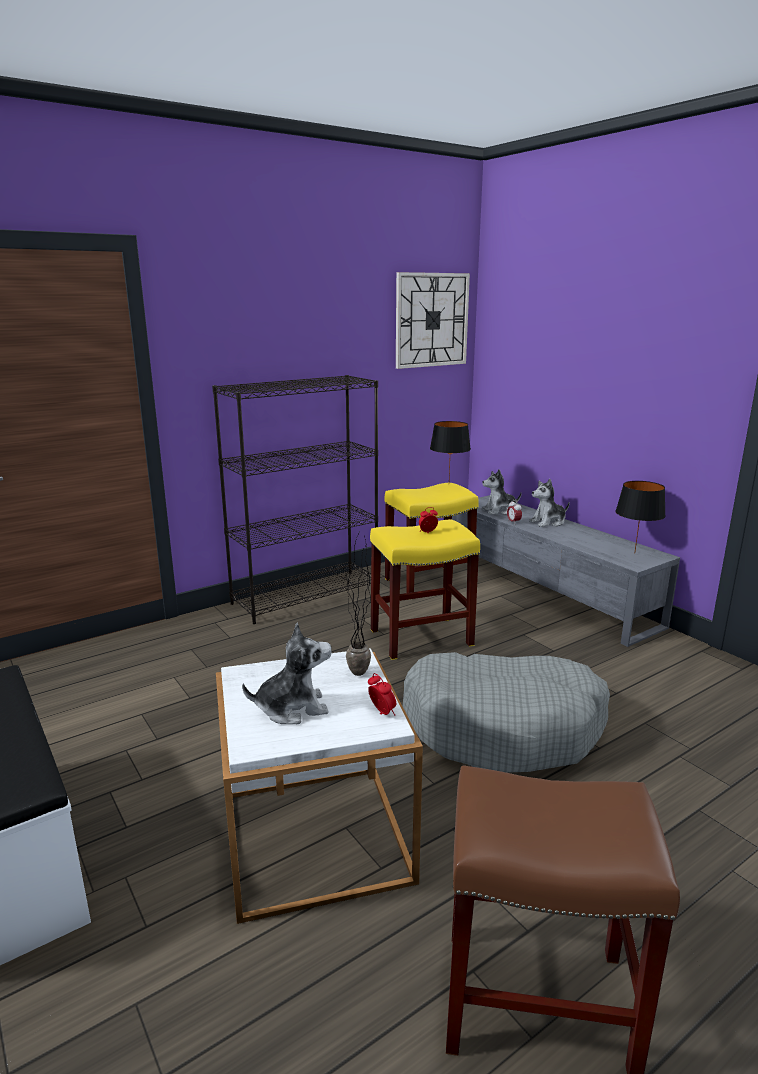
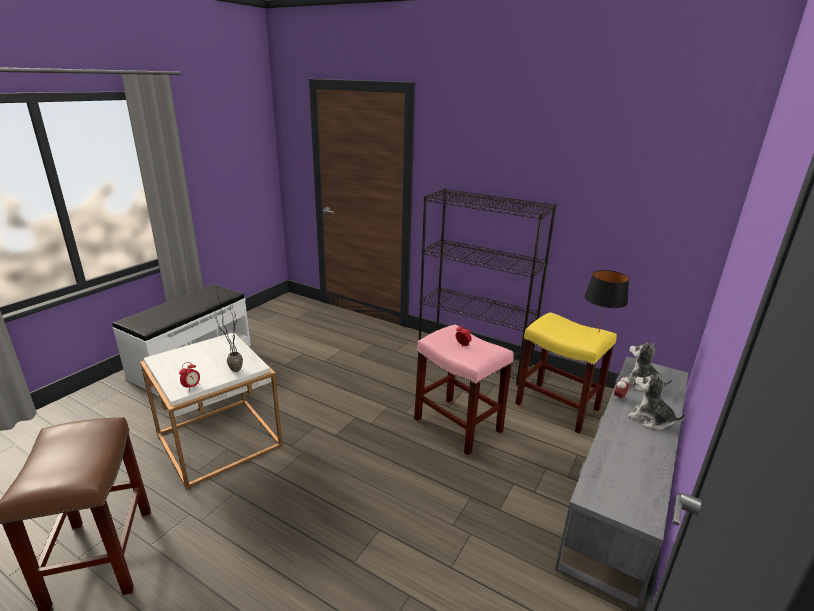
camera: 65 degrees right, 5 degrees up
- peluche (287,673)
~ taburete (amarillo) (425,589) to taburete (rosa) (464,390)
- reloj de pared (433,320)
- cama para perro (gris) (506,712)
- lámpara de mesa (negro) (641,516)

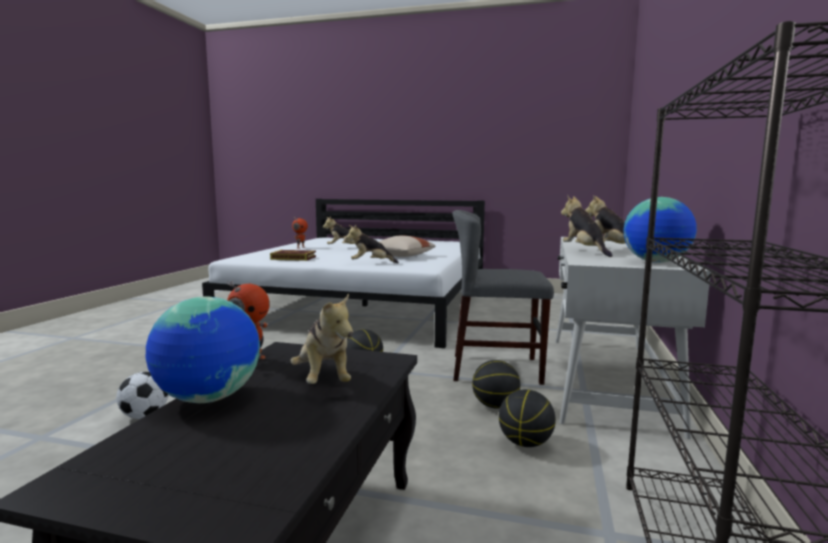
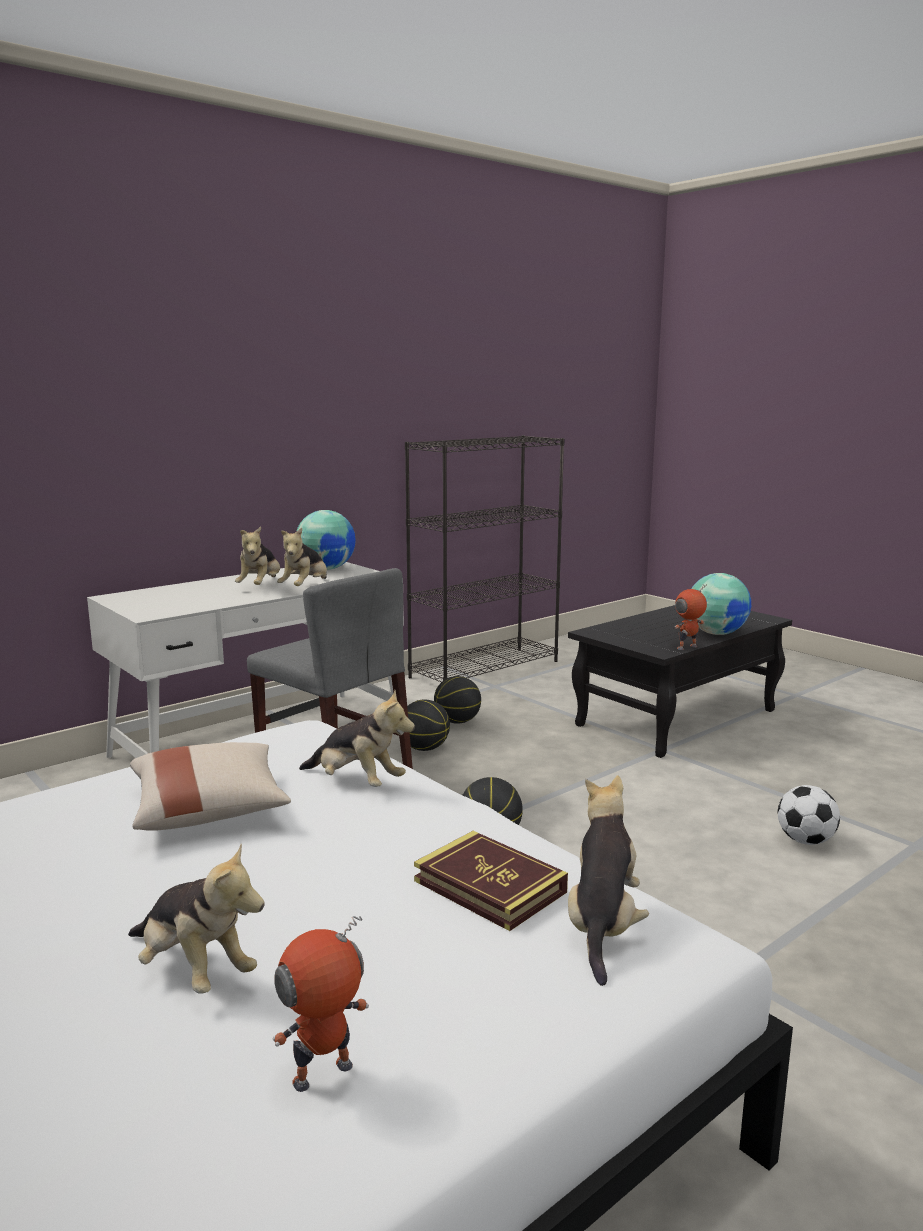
camera: 145 degrees left, 5 degrees up
~ peluche (321,338) to (608,880)

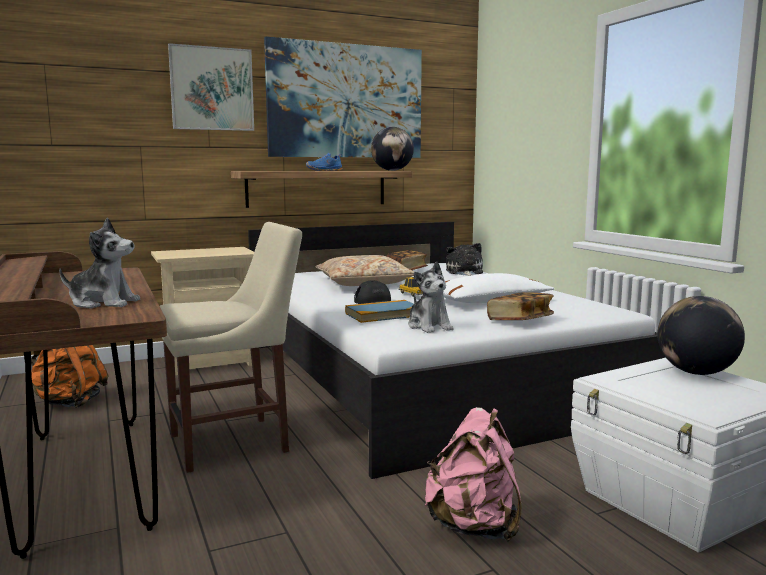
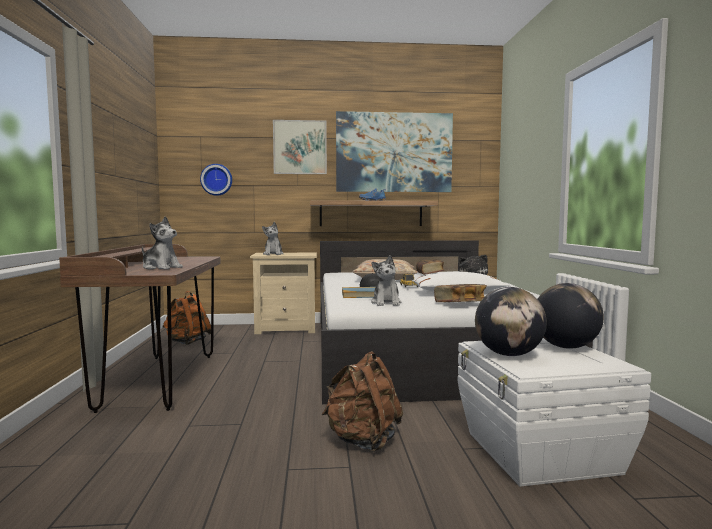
camera: 20 degrees right, 5 degrees down
- silla (beis) (231,347)
~ globo terráqueo (392,149) to (511,321)
~ mochila (rosa) (473,474) to mochila (marrón) (362,401)
+ reloj de pared (216,180)
+ peluche (273,238)

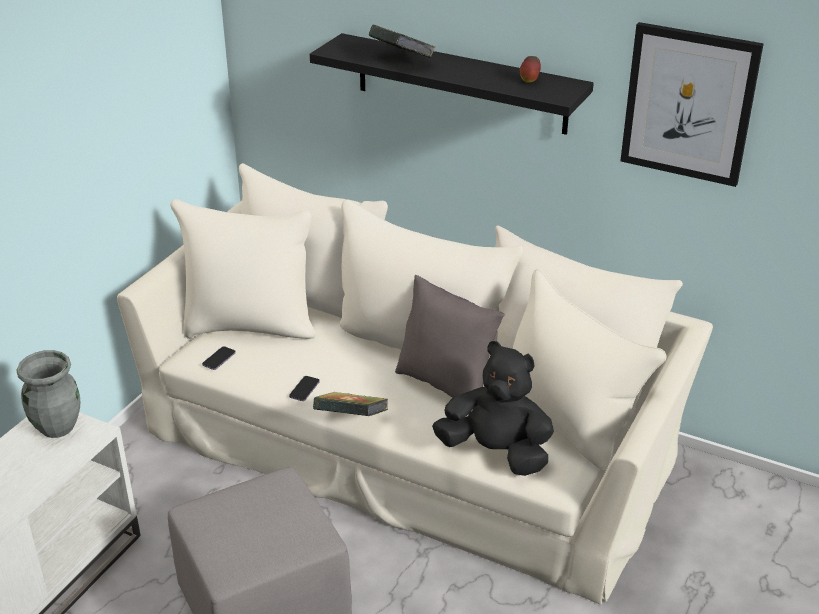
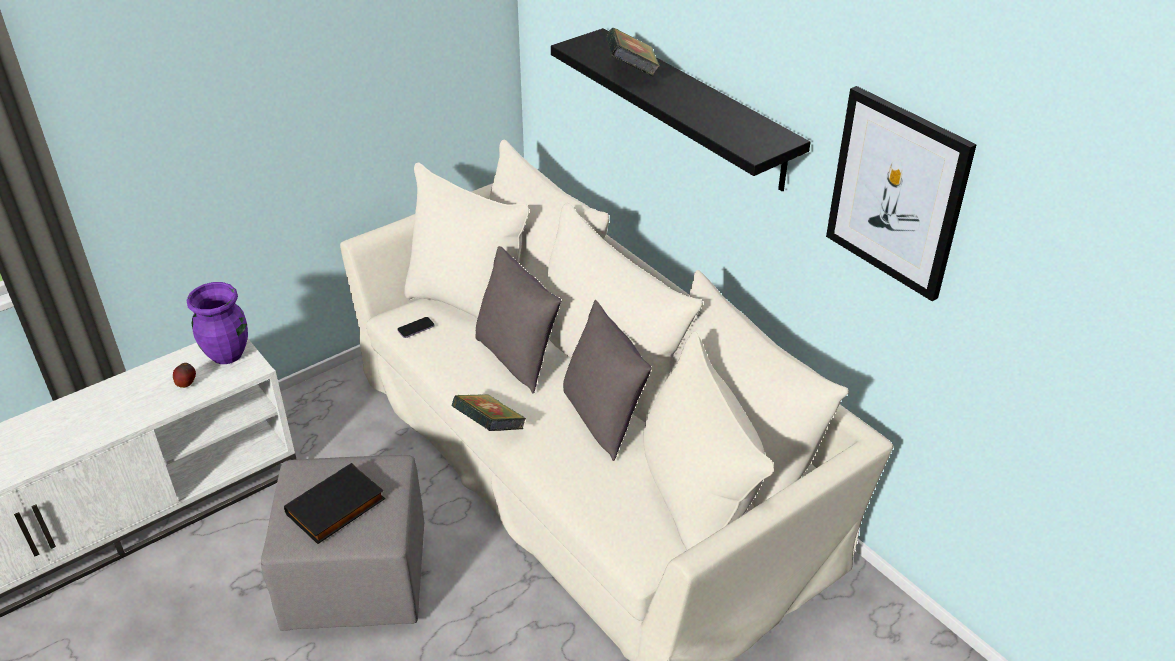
camera: 25 degrees right, 5 degrees up
~ florero (gris) (48,394) to florero (morado) (217,323)
- móvil (304,388)
- peluche (negro) (493,408)
~ manzana (530,69) to (184,375)
+ libro (negro) (334,503)
+ cojín (gris) (519,320)

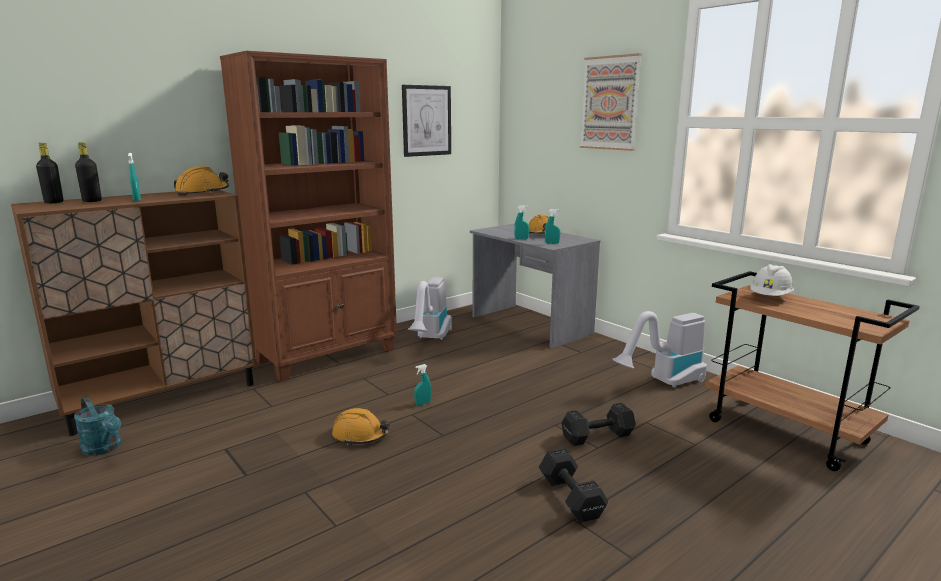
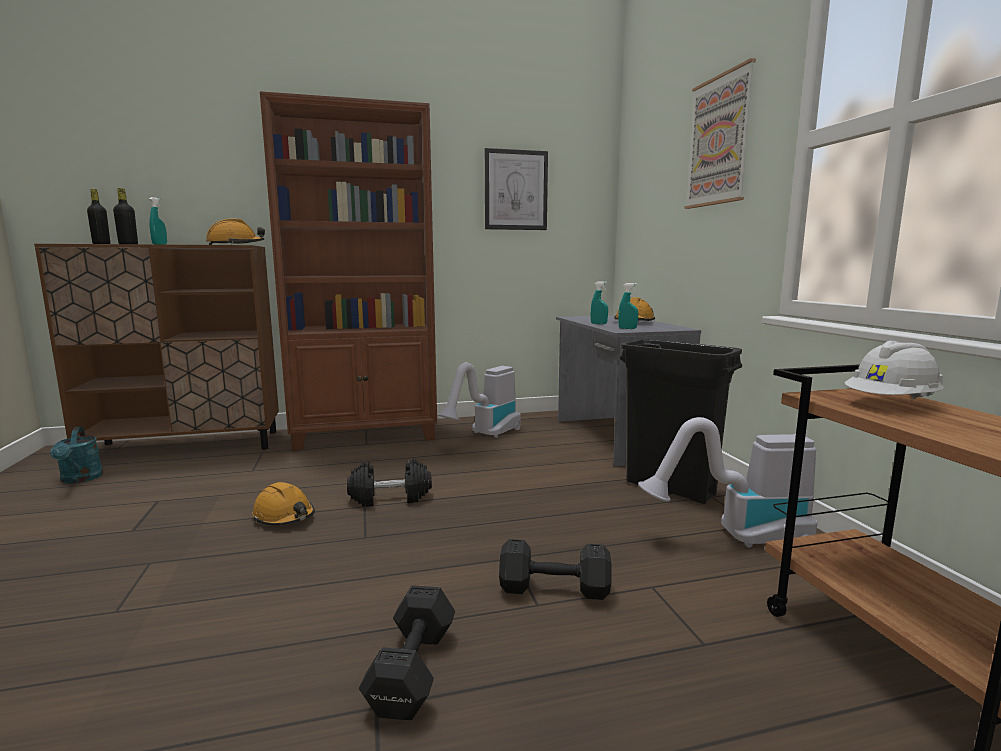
camera: 25 degrees right, 5 degrees down
~ pulverizador (turquesa) (422,385) to mancuerna (negro) (389,483)
+ papelera (negro) (681,421)

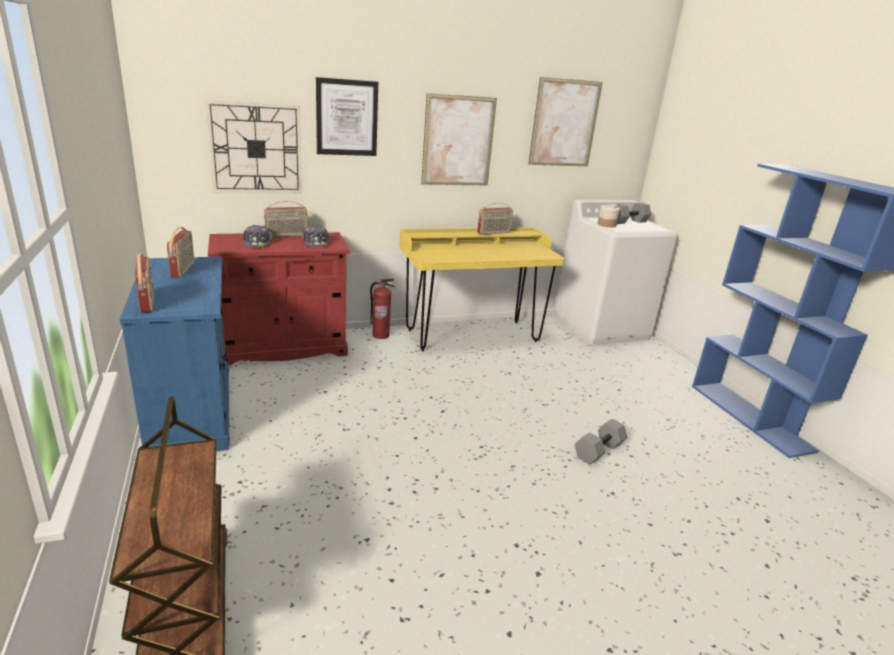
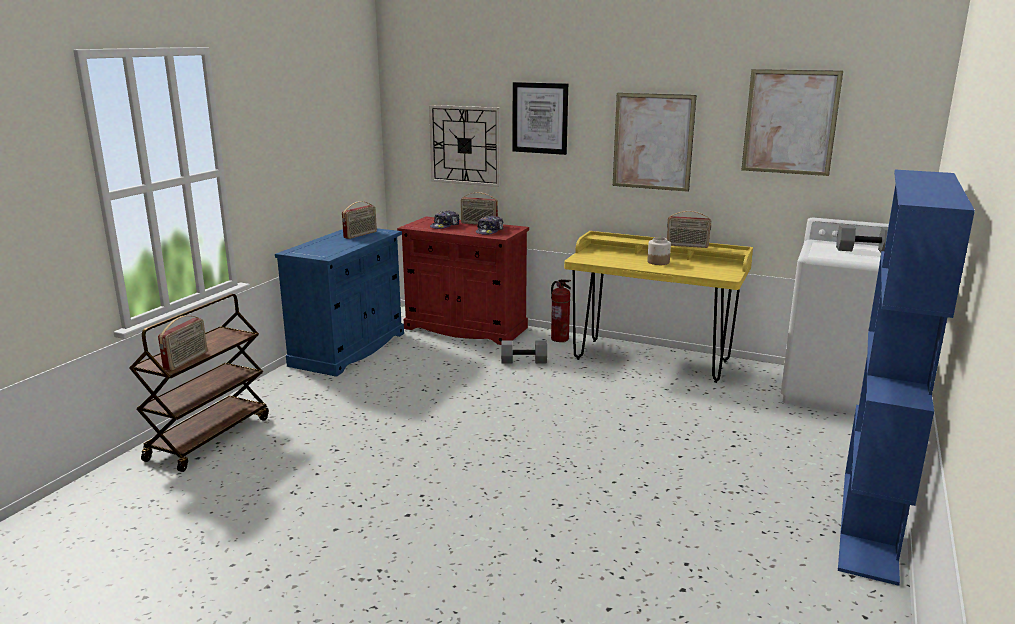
camera: 45 degrees right, 5 degrees down
~ radio (144,283) to (182,342)
~ mancuerna (gris) (601,442) to (524,352)
~ tarro (609,215) to (659,251)

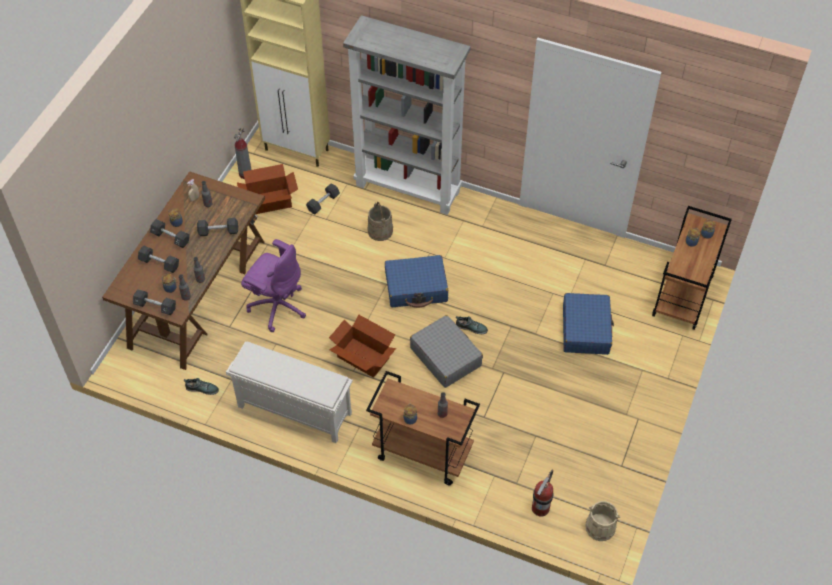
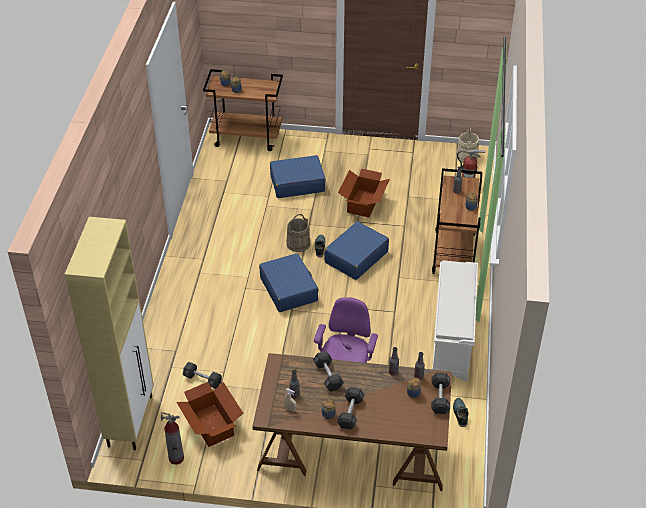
camera: 105 degrees left, 10 degrees down
- mancuerna (negro) (158,259)
~ caja de cartón (362,346) to (364,192)
- estantería (gris) (406,115)
~ cubo (beis) (380,221) to (298,233)
~ maleta (gris) (446,351) to maleta (azul) (356,250)

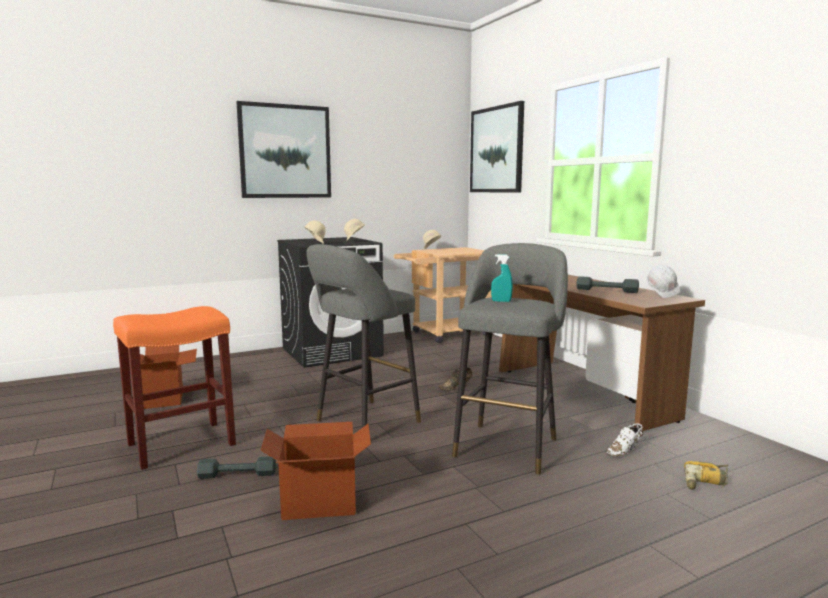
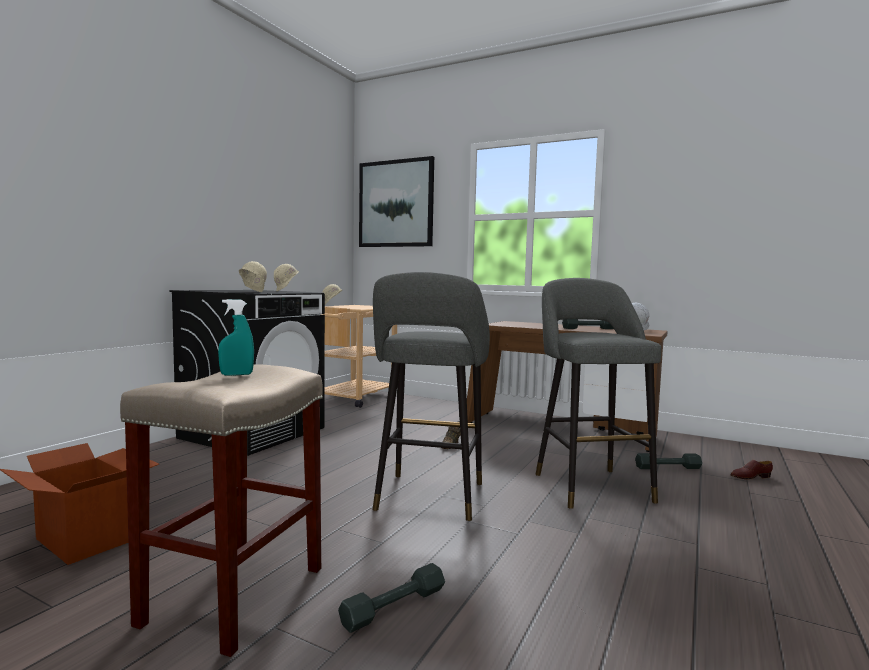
camera: 35 degrees left, 5 degrees down
~ taburete (naranja) (174,388) to taburete (beis) (221,511)
- cuadro (283,149)
- caja de cartón (315,471)
~ pulverizador (turquesa) (502,278) to (236,337)
~ zapato (blanco) (624,440) to mancuerna (gris) (668,461)
~ taladro (706,475) to zapato (marrón) (751,470)

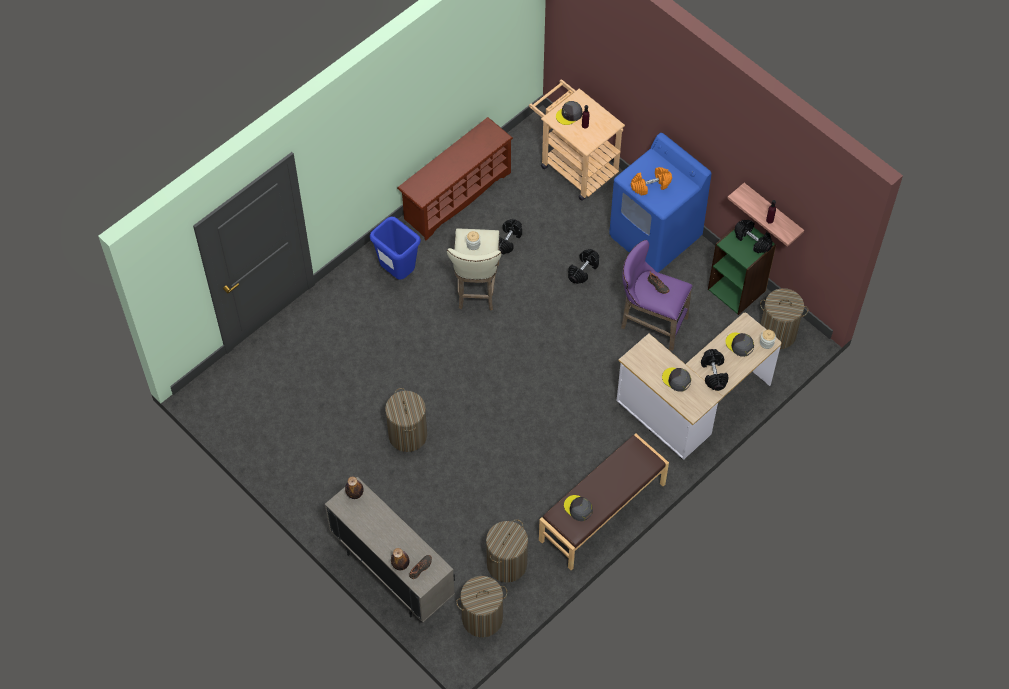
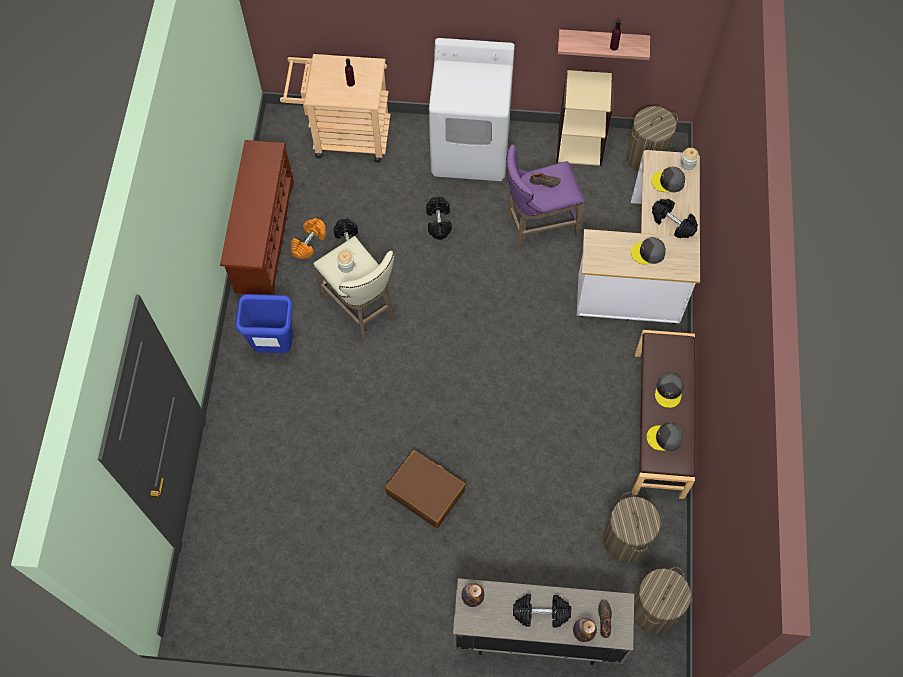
camera: 40 degrees left, 5 degrees up
~ cesto de la ropa (406,420) to maleta (marrón) (425,489)
~ gorra (gris) (569,113) to (669,390)
~ lavadora (azul) (660,203) to lavadora (blanco) (472,109)
~ mancuerna (naranja) (651,181) to (308,238)
~ estantería (verde) (742,267) to estantería (beis) (585,118)
~ mancuerna (negro) (754,236) to (542,611)

